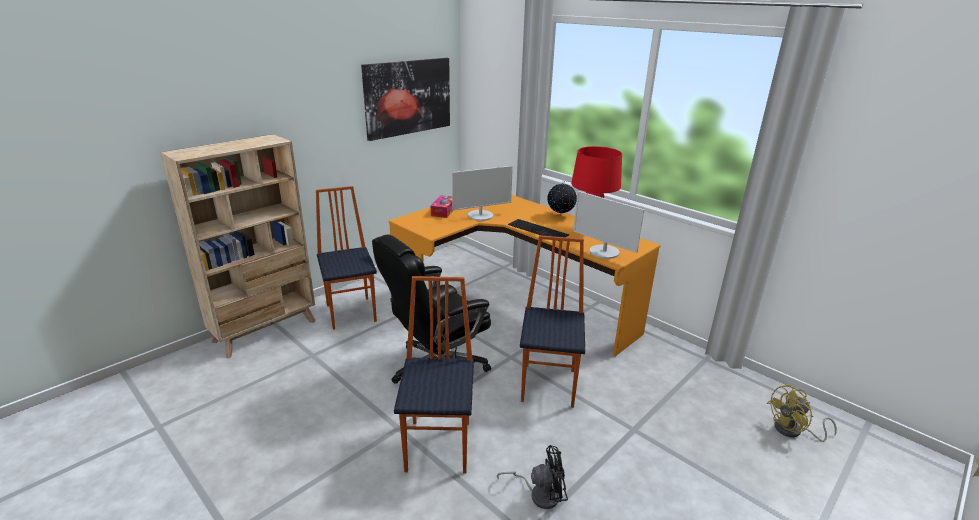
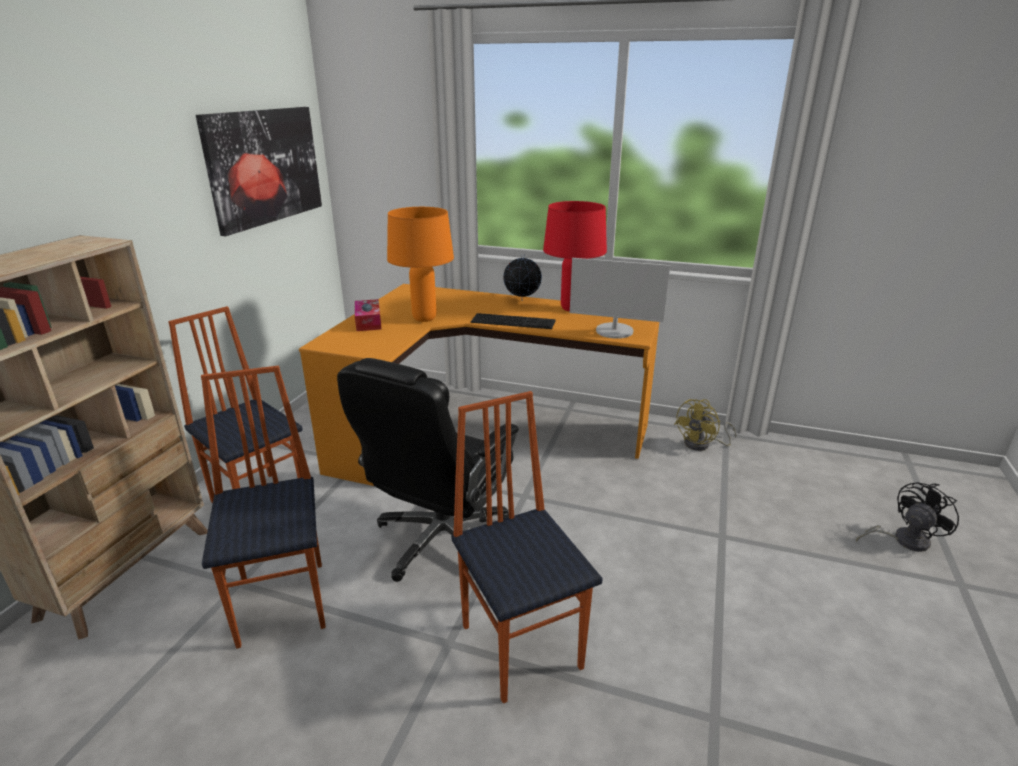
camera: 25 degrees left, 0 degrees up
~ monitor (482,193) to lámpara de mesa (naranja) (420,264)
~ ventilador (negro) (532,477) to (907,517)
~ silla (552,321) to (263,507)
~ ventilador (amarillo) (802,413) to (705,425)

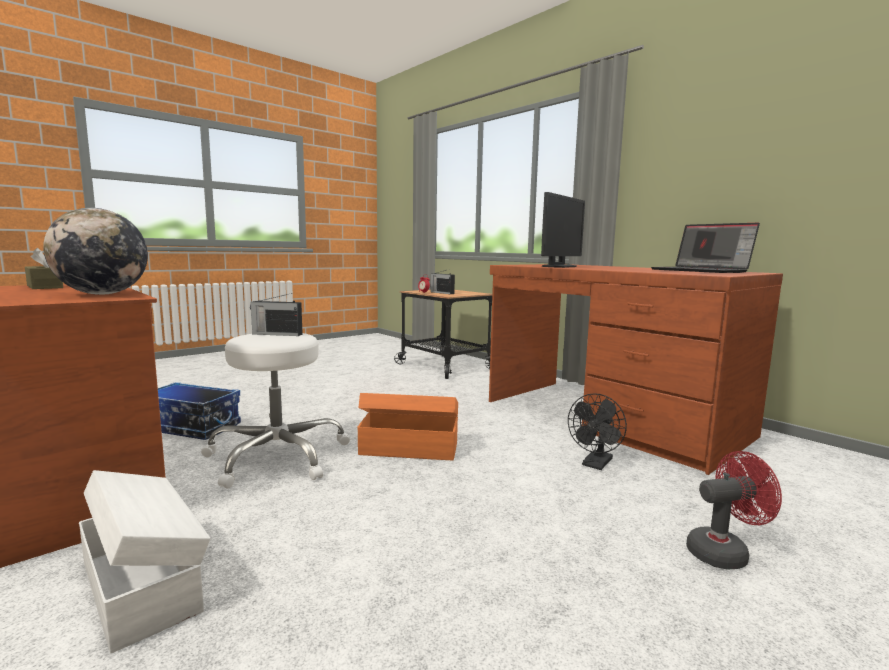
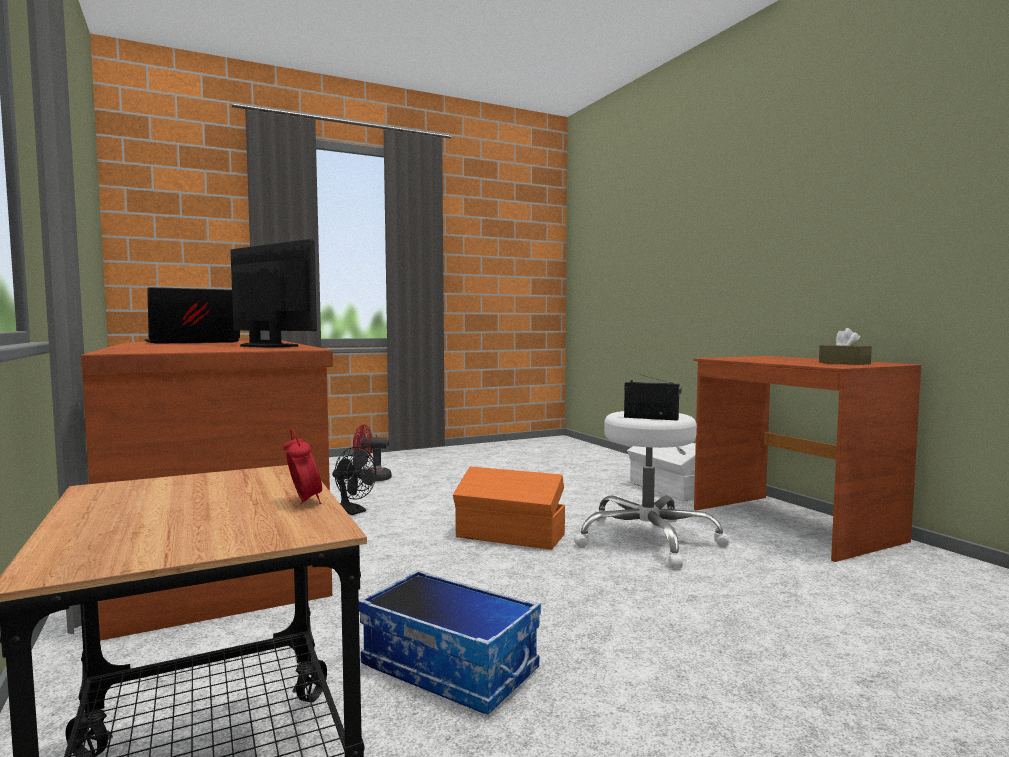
camera: 165 degrees left, 5 degrees down
- globo terráqueo (95,251)
~ caja de almacenaje (199,411) to (450,642)
- radio (443,282)
~ monitor (563,230) = (274,293) 75 degrees clockwise
~ ventilador (negro) (597,431) = (354,481) 75 degrees clockwise
~ portátil (705,248) = (192,315) 105 degrees counterclockwise

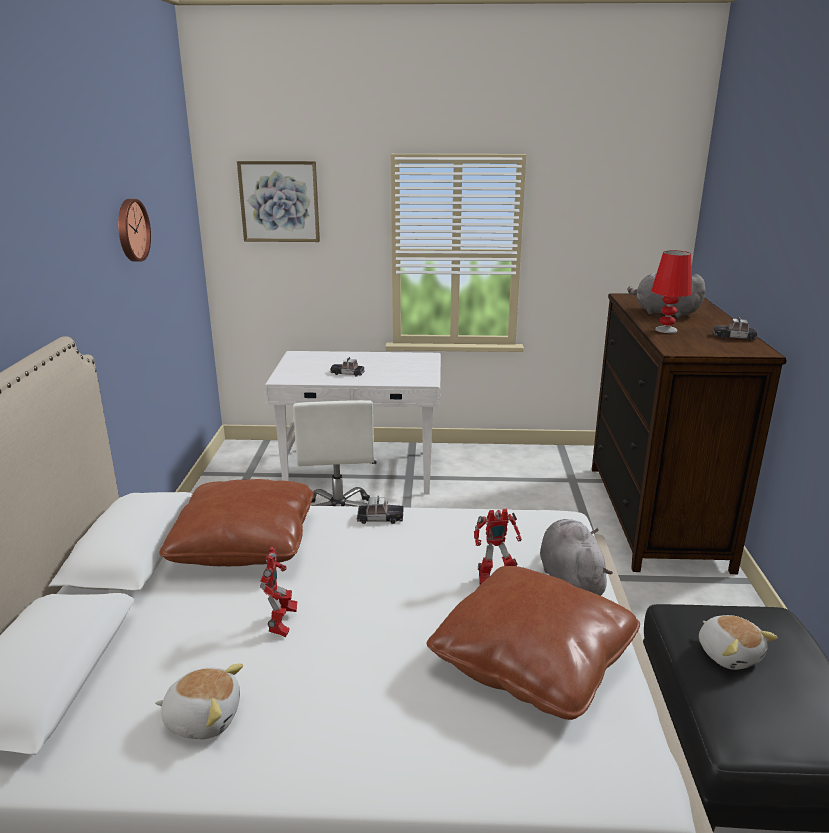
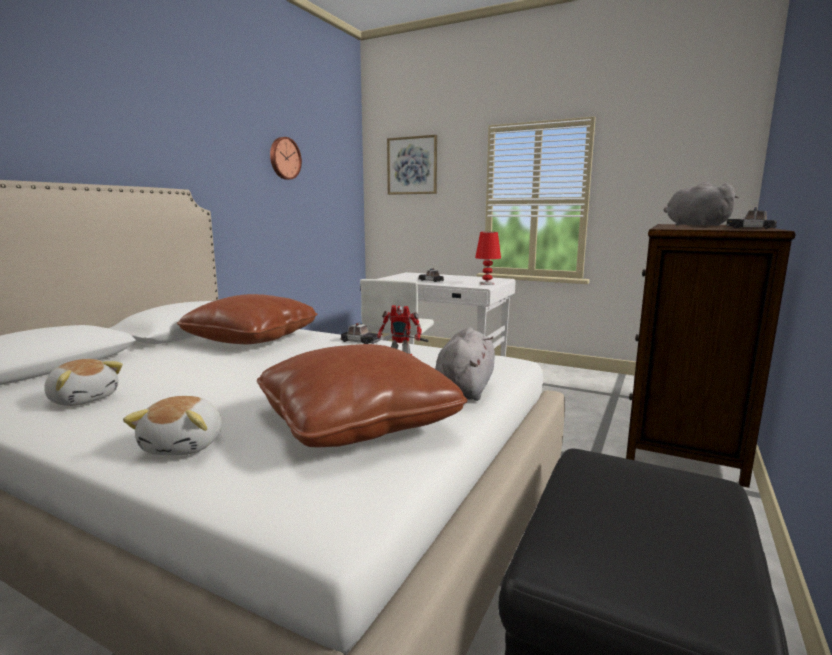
camera: 25 degrees right, 10 degrees down
- robot de juguete (278,592)
~ lámpara de mesa (rojo) (671,291) to (488,258)
~ peluche (738,642) to (172,425)

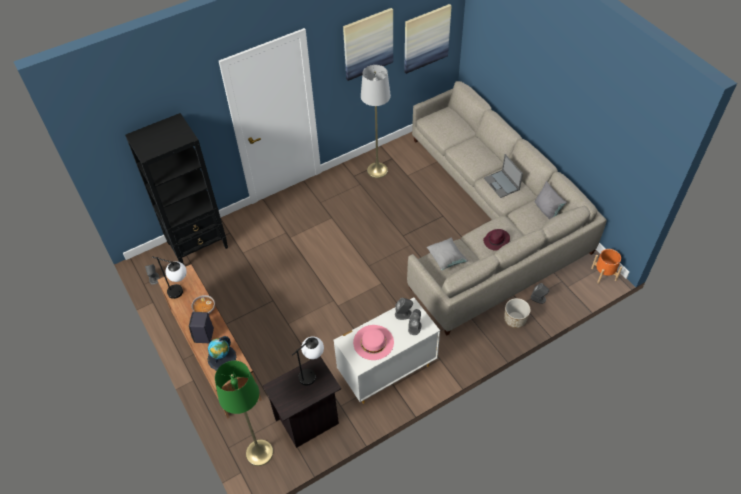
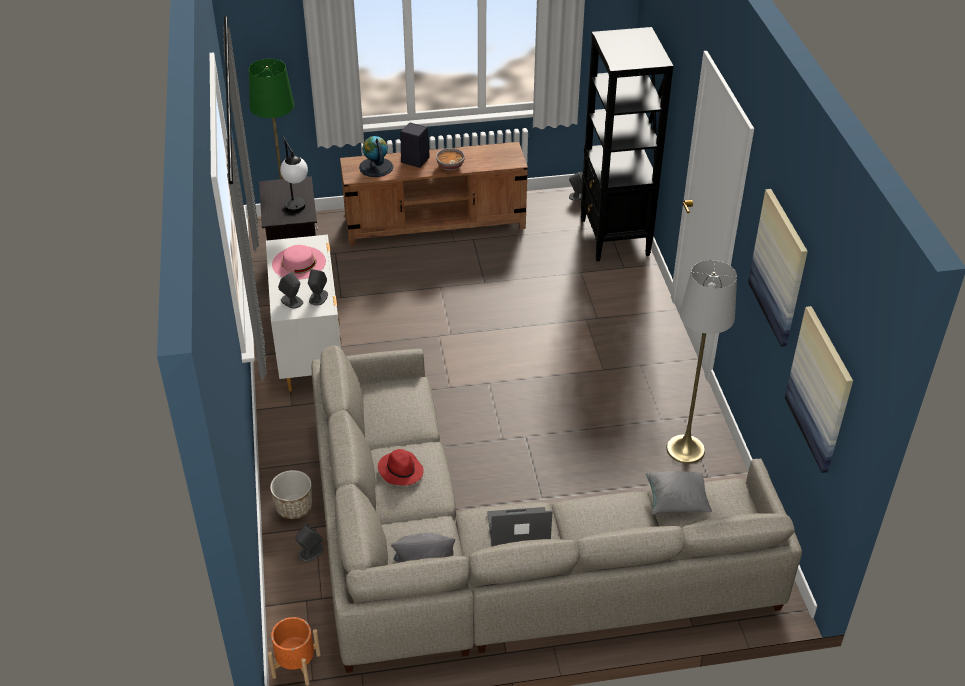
camera: 110 degrees right, 10 degrees down
- lámpara de mesa (169,277)
~ cojín (gris) (447,253) to (679,492)
~ sombrero (morado) (496,240) to sombrero (rojo) (401,467)

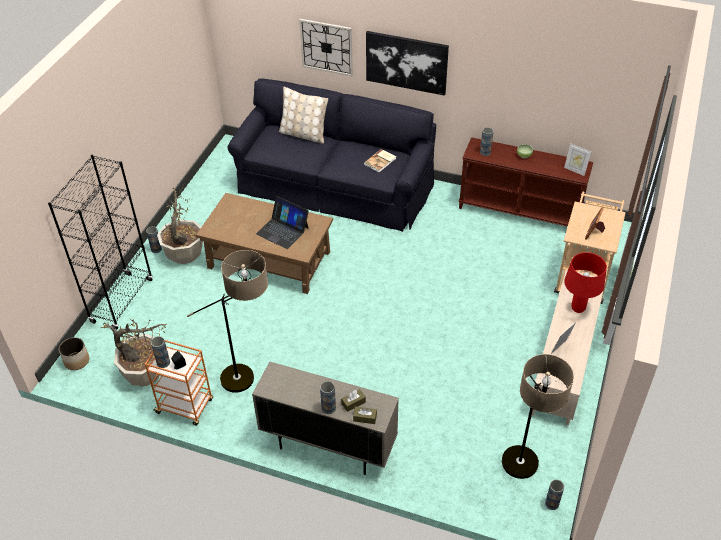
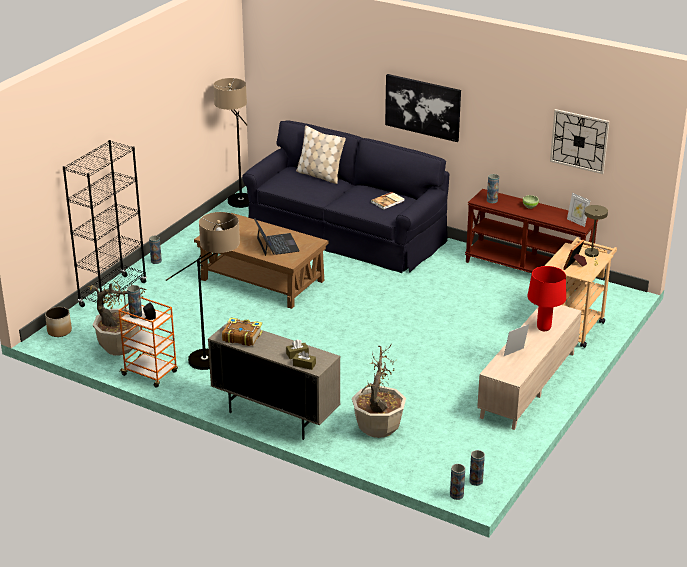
camera: 10 degrees right, 15 degrees down
~ planta en maceta (180,225) to (379,391)
~ portátil (282,222) = (277,237) 150 degrees counterclockwise
~ reloj de pared (326,47) to (580,141)
~ florero (328,397) to (457,482)
~ lámpara de pie (538,416) to (231,143)
+ libro (242,332)
+ lámpara de mesa (beis) (596,235)

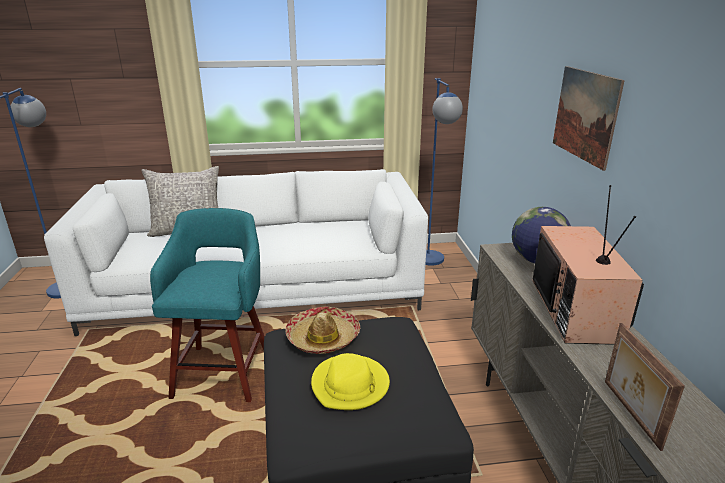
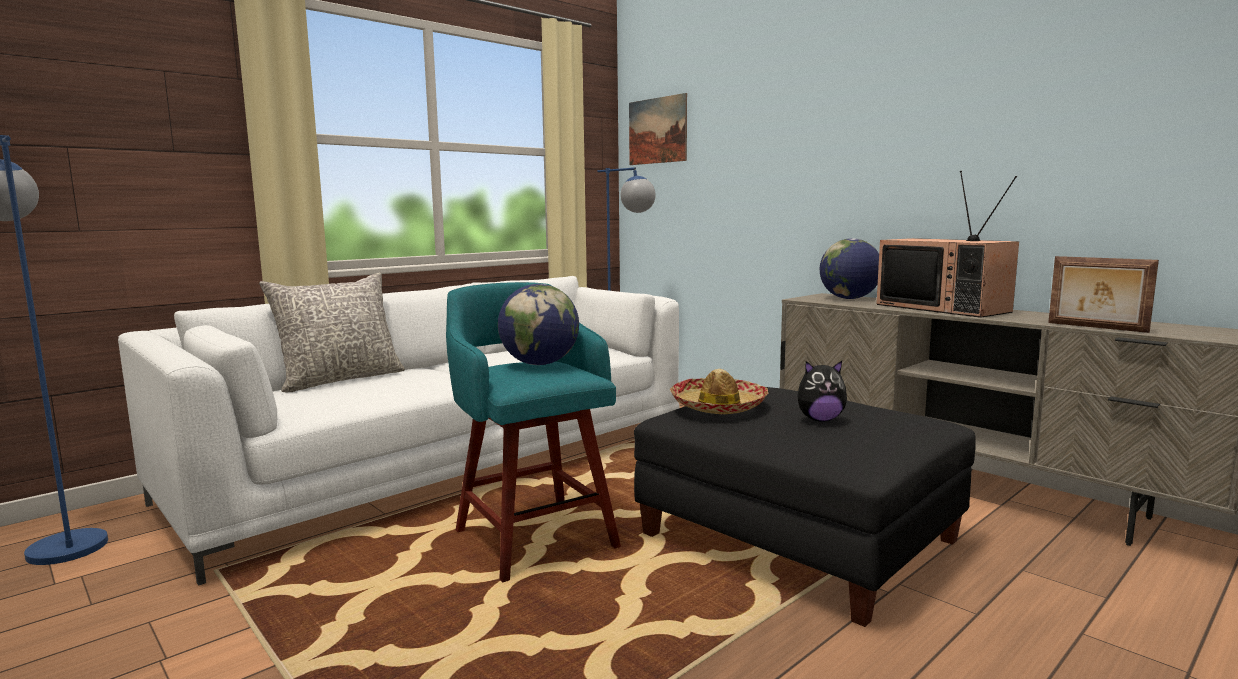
camera: 35 degrees left, 15 degrees down
~ sombrero (amarillo) (350,381) to peluche (822,391)
~ cuadro (589,118) to (658,129)
+ globo terráqueo (538,324)

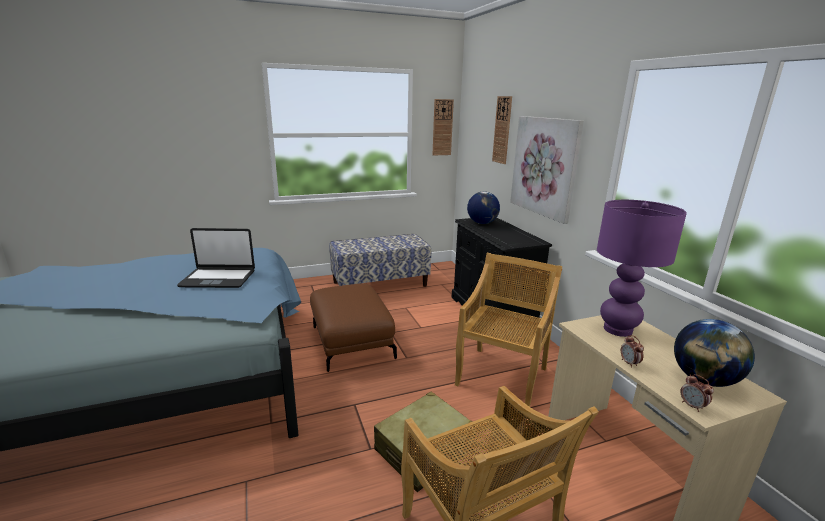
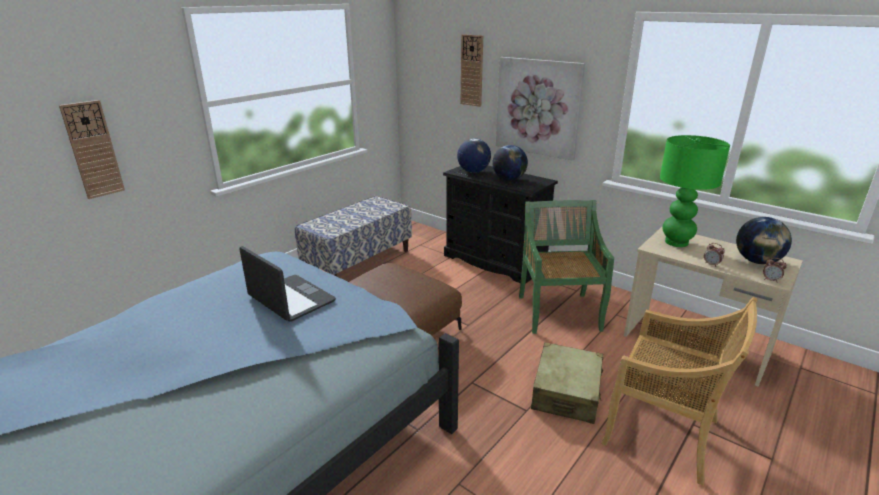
camera: 30 degrees left, 5 degrees up
~ portátil (216,258) = (288,284) 105 degrees counterclockwise
~ reloj de pared (443,127) to (92,149)
~ silla (beis) (508,330) to silla (verde) (566,267)
~ lámpara de mesa (morado) (642,268) to lámpara de mesa (verde) (695,191)
+ globo terráqueo (510,163)

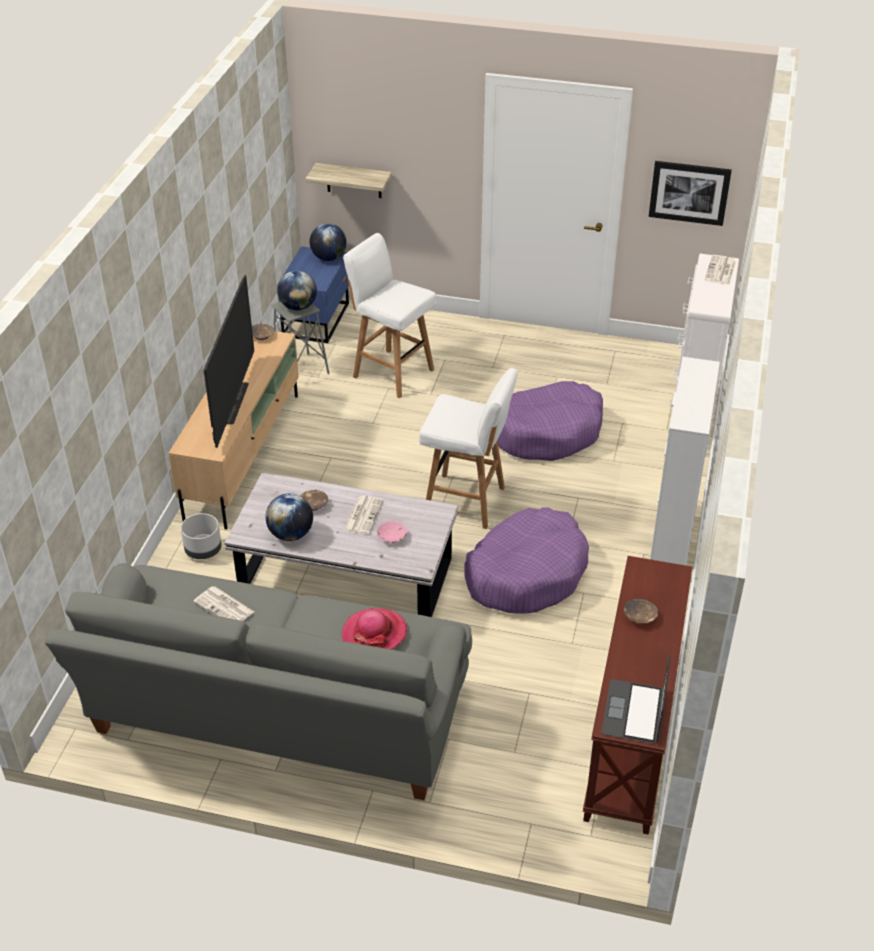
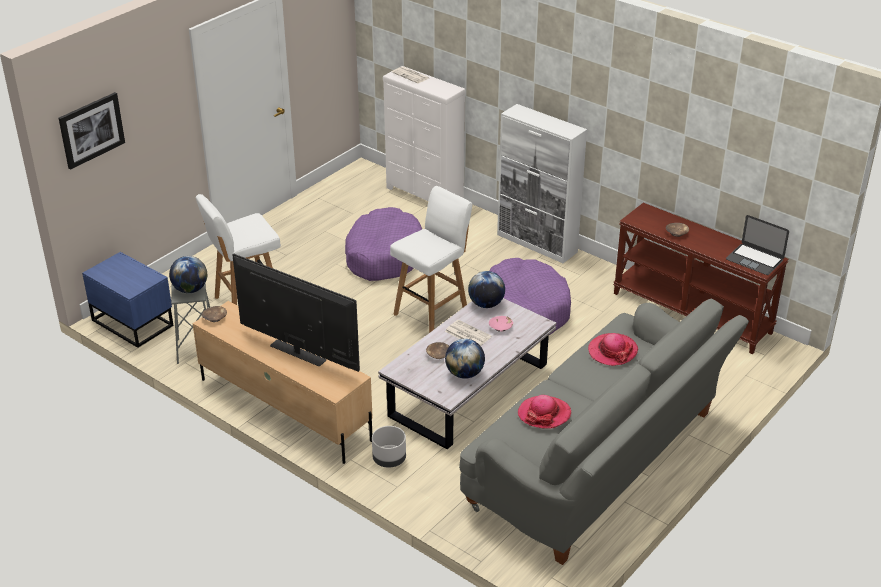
camera: 65 degrees left, 5 degrees down
~ periódico (224,603) to sombrero (544,412)
- estante (348,180)
~ globo terráqueo (328,242) to (486,289)
~ cuadro (690,193) to (92,131)

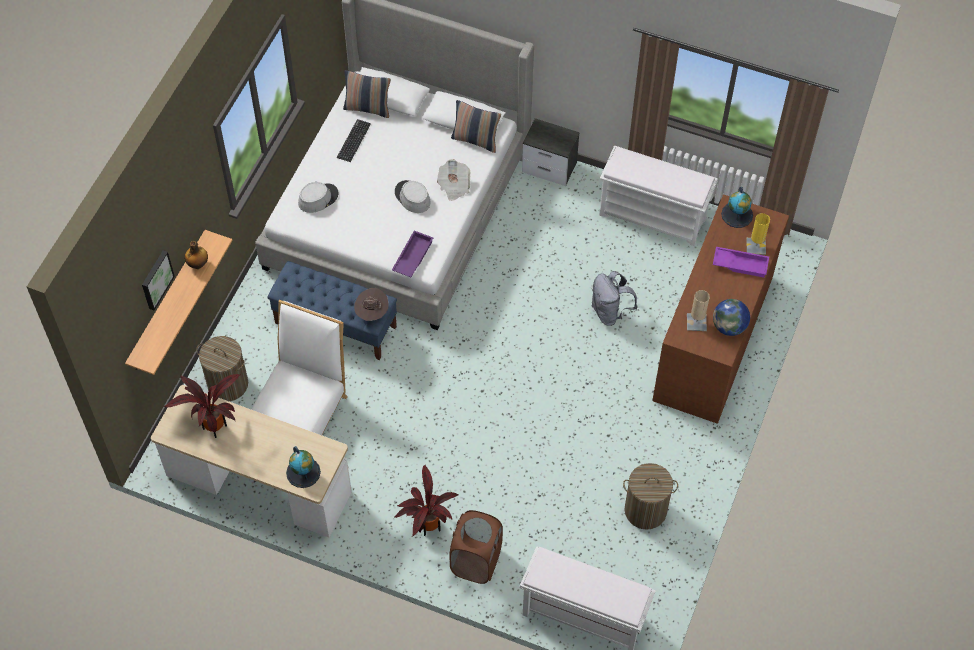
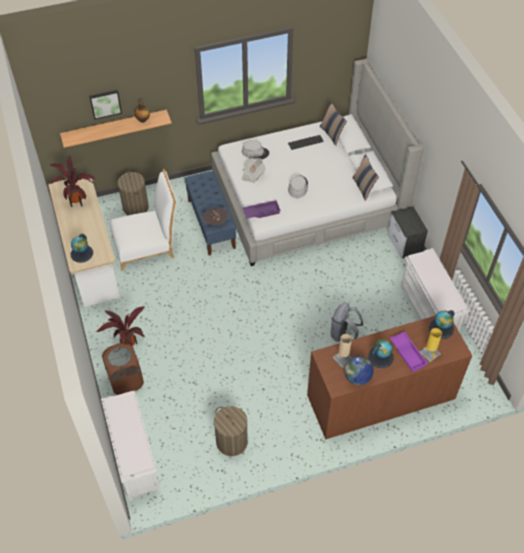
camera: 50 degrees right, 5 degrees down
~ periódico (454,180) to (253,170)
+ globo terráqueo (381,353)

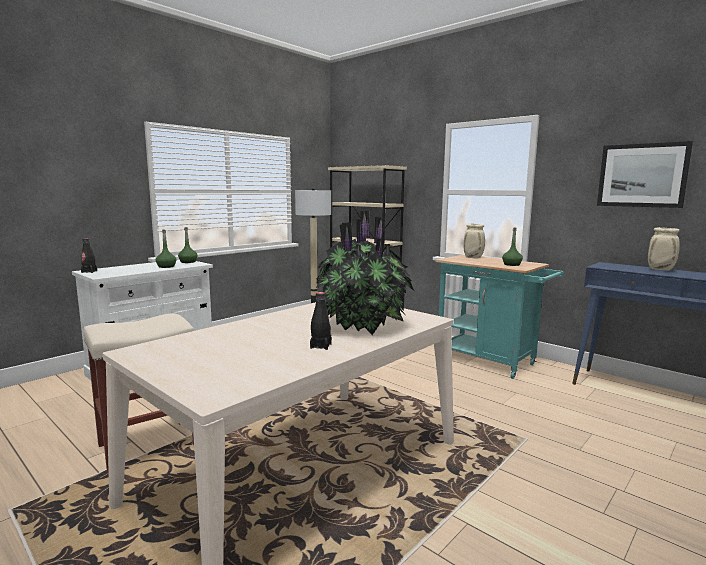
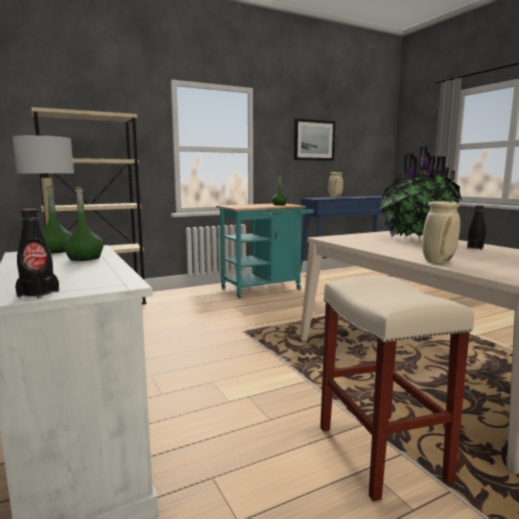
camera: 70 degrees left, 0 degrees up
~ florero (beis) (474,241) to (441,232)

